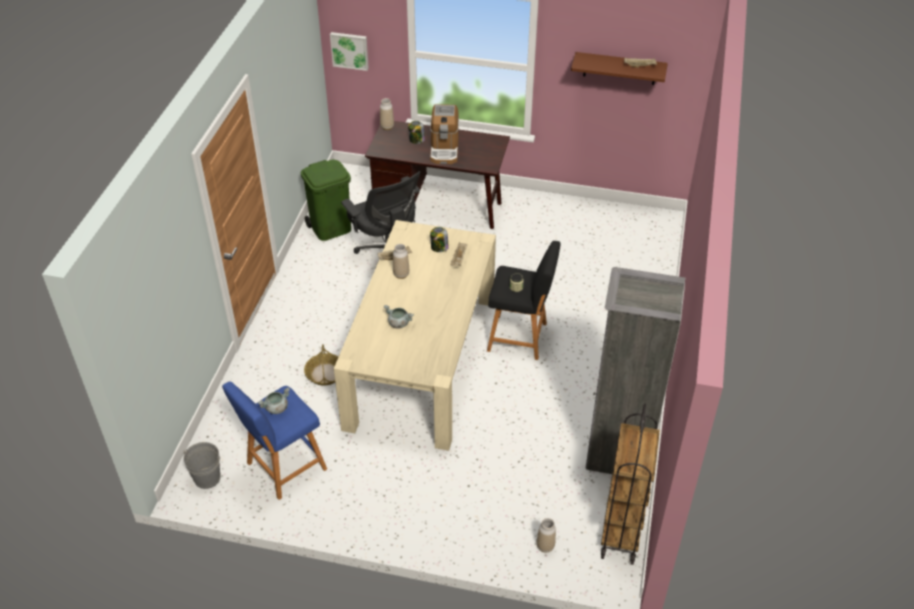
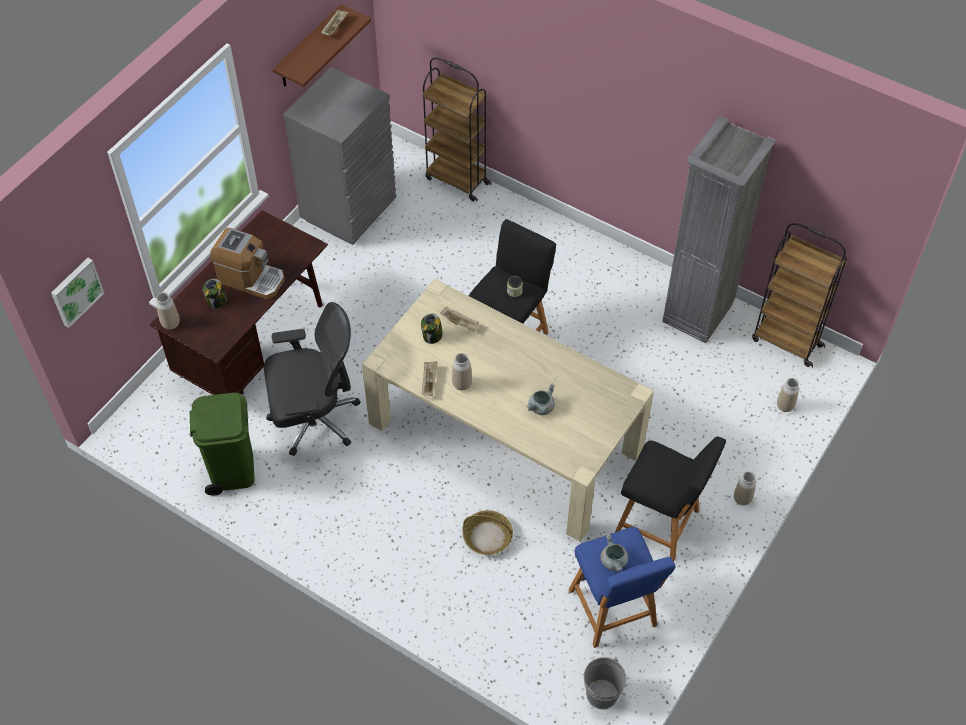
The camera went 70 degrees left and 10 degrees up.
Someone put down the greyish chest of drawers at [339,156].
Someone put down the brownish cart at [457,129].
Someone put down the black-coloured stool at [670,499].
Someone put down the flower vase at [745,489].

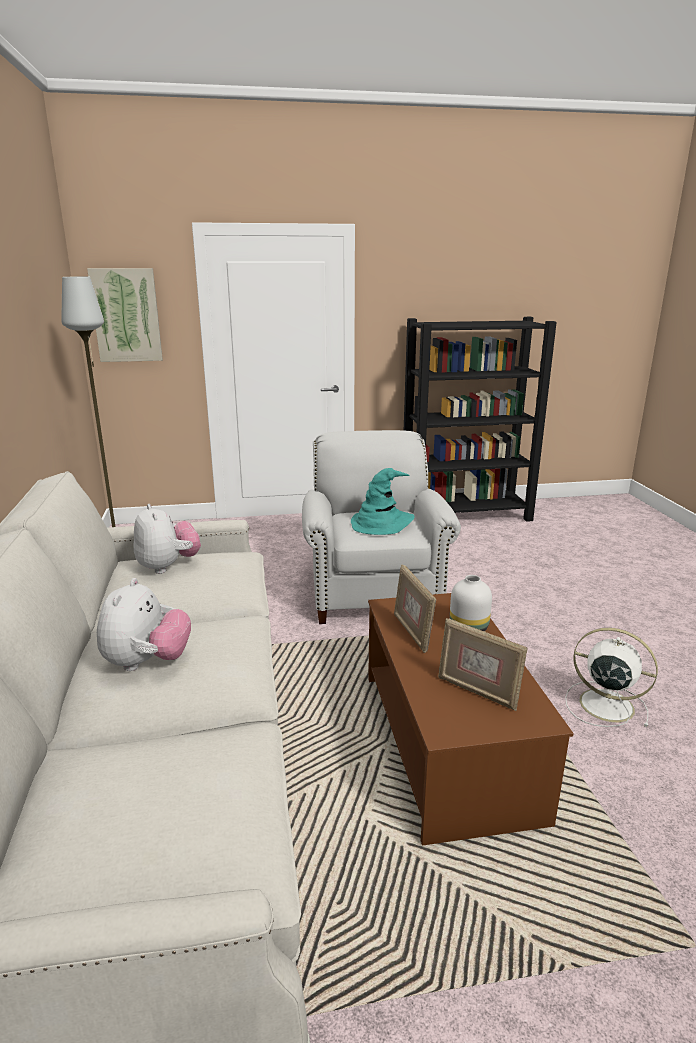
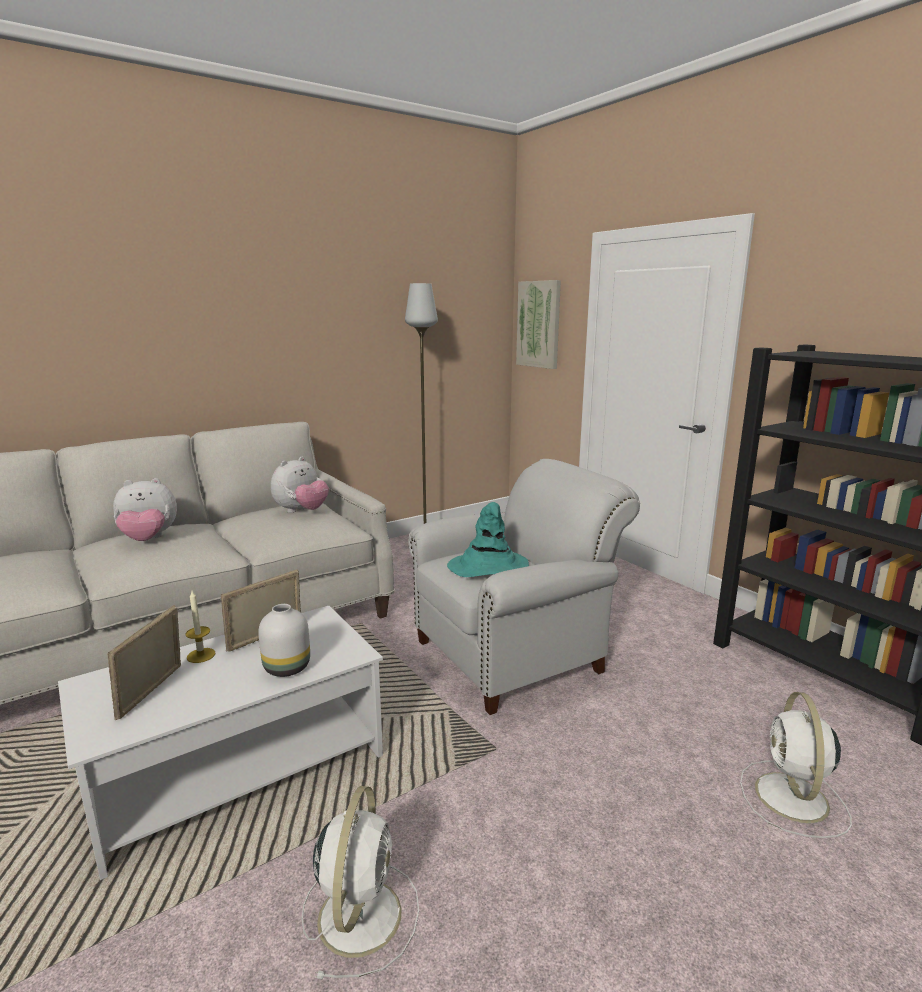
The camera went 65 degrees right and 5 degrees down.
Someone repainted the brownish low table at [471,719], which became the white low table at [220,743].
Someone put down the candle at [200,627].
Someone put down the white cooling fan at [796,765].

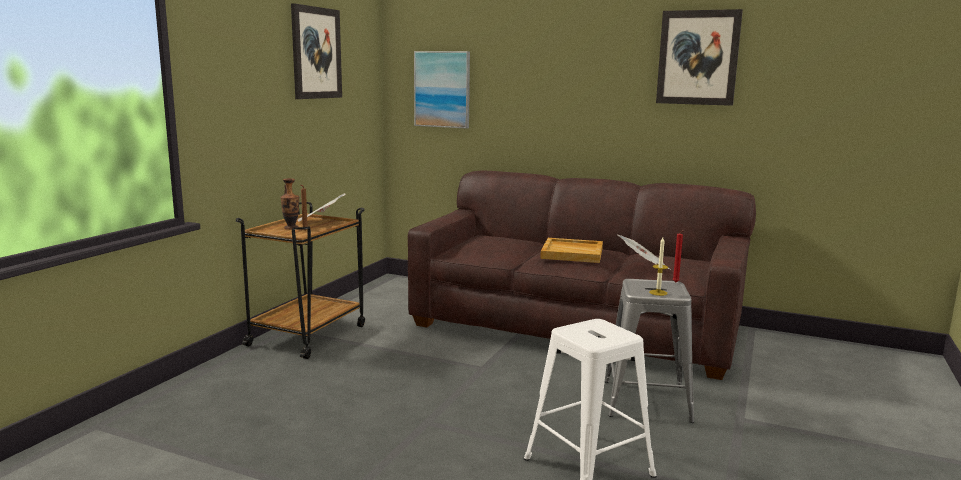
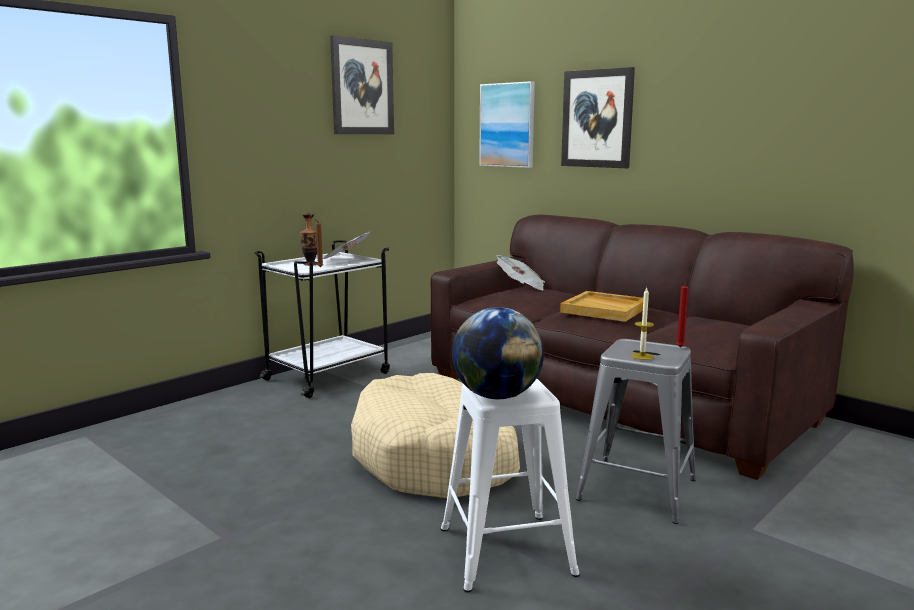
The camera went 20 degrees right and 0 degrees up.
Someone repainted the brownish cart at [300,280], which became the white cart at [322,319].
Someone put down the beige dog cushion at [435,435].
Someone put down the desk globe at [498,353].
Someone carried the daily paper from [643,251] to [521,272].
Someone carried the wall picture from [699,57] to [598,117].

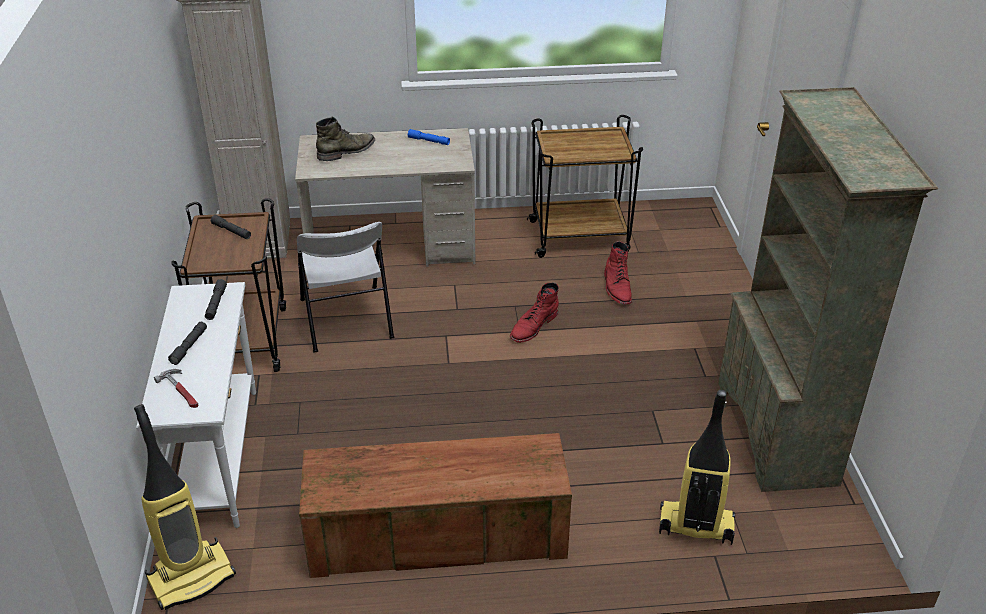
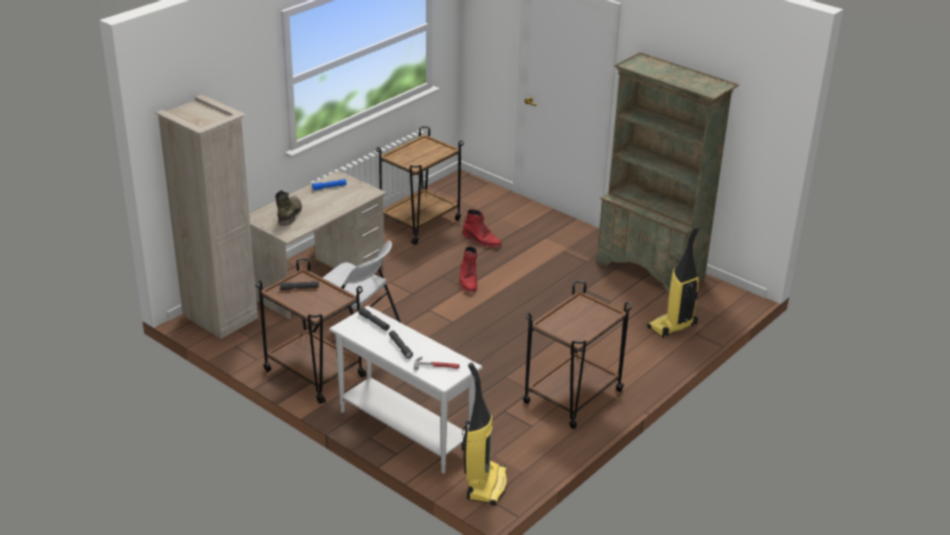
The camera went 45 degrees left and 5 degrees down.
Someone swapped the brownish bench at [435,505] for the brownish cart at [577,354].

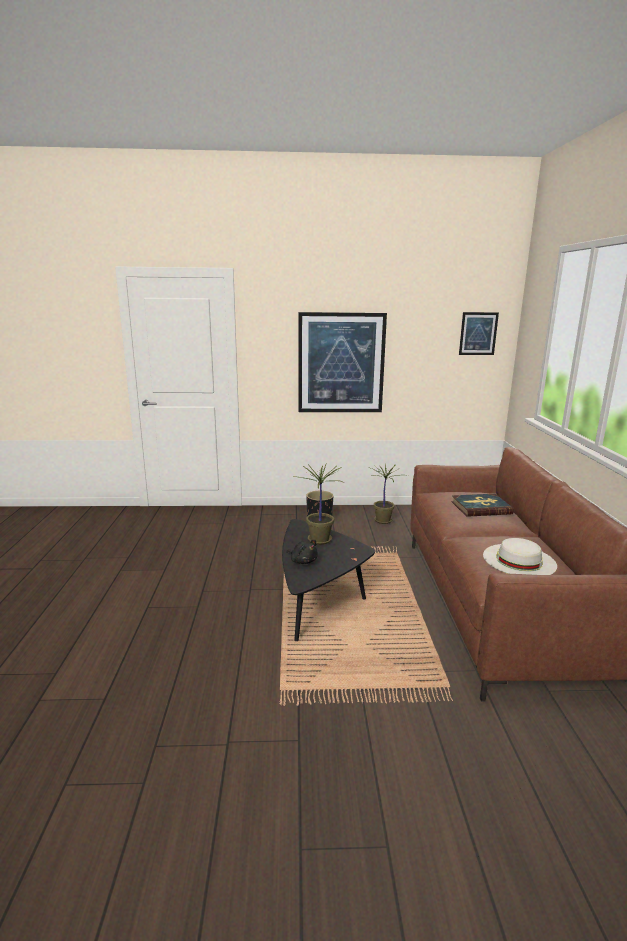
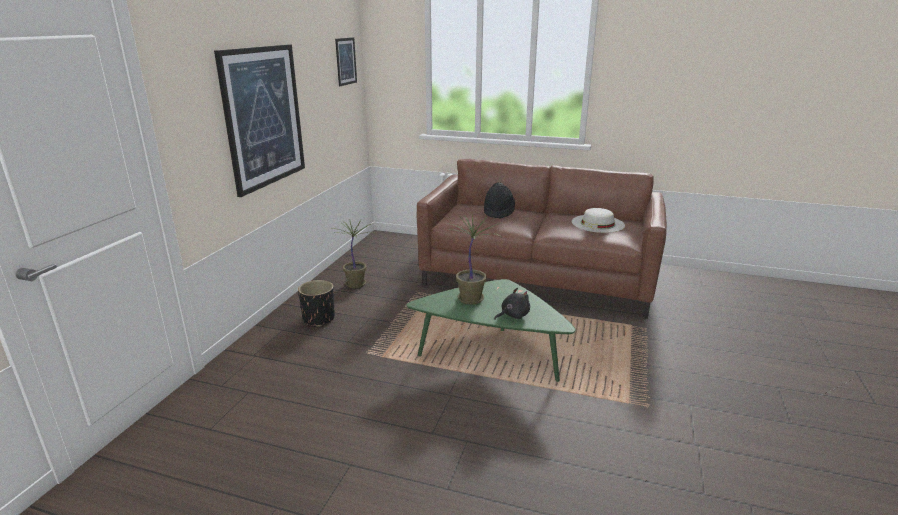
The camera went 70 degrees left and 5 degrees up.
Someone repainted the black-coloured low table at [328,580], which became the greenish low table at [491,330].
Someone swapped the bound book at [482,505] for the black-coloured wearable hat at [499,200].

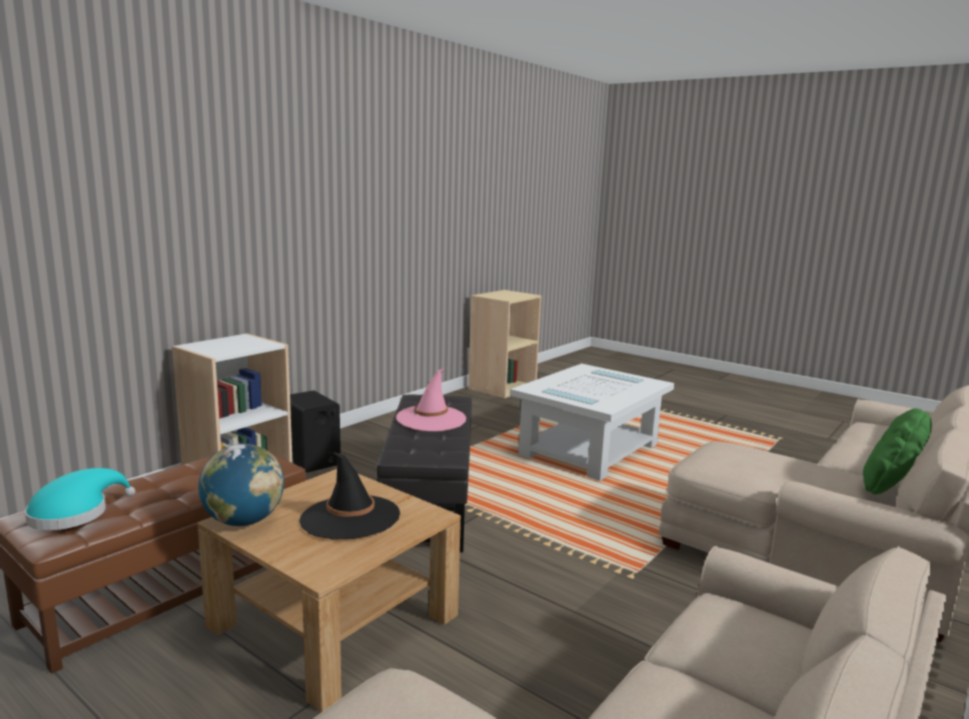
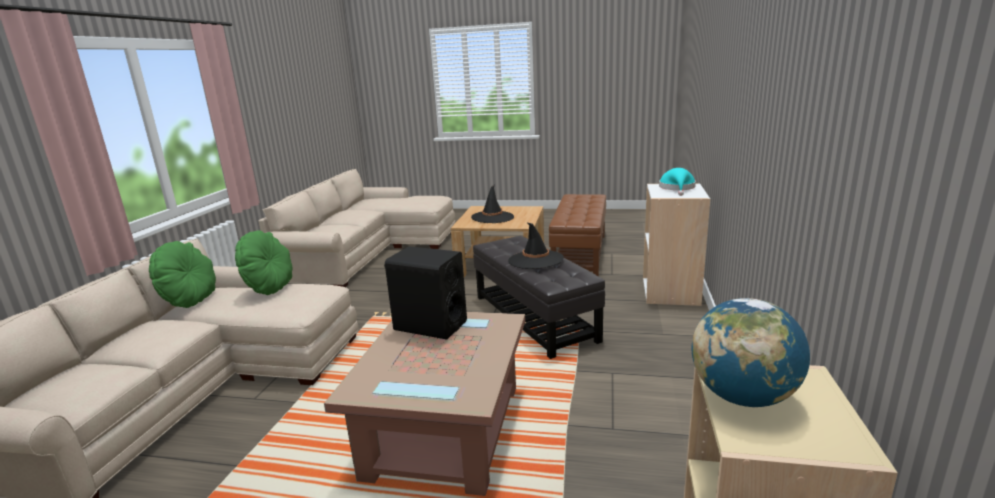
The camera went 155 degrees right and 5 degrees up.
Someone put down the greenish cushion at [263,262].
Someone repainted the white low table at [592,422], which became the brownish low table at [424,404].
Someone carried the black-coloured speaker from [315,432] to [425,292].
Someone repainted the pink-coloured wearable hat at [431,400], which became the black-coloured wearable hat at [536,245].
Someone carried the blue-green wearable hat from [80,499] to [677,182].
Someone carried the desk globe from [241,485] to [751,352].

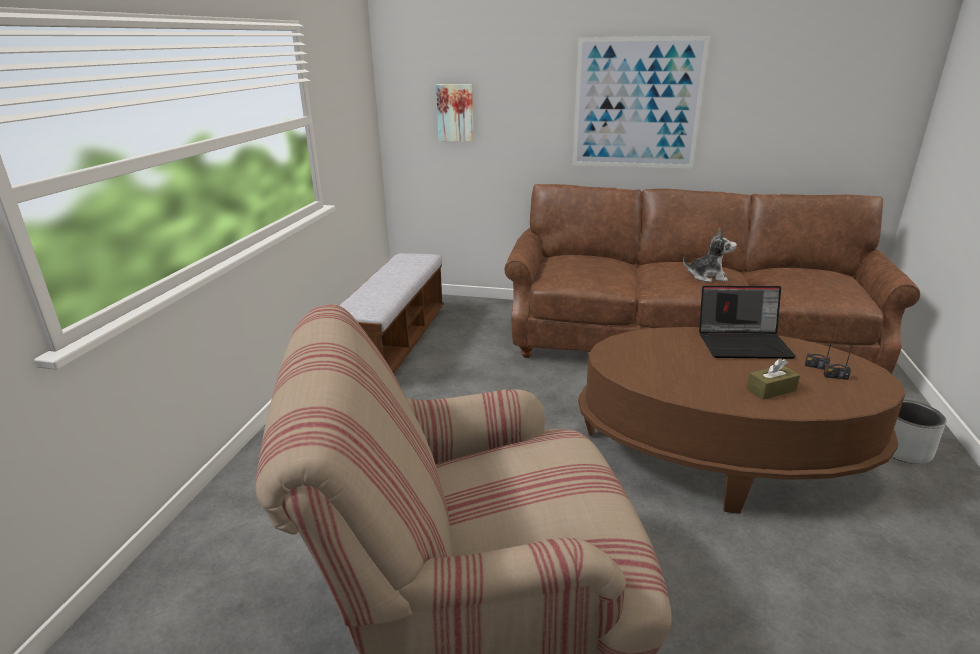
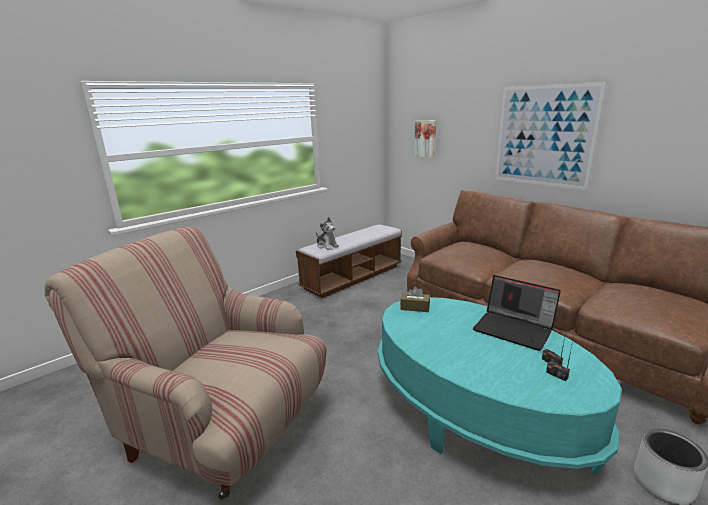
The camera went 35 degrees right and 5 degrees down.
Someone carried the cuddly toy from [710,255] to [327,233].
Someone repainted the brownish low table at [741,420], which became the blue-green low table at [500,386].
Someone carried the brownish box of tissues from [773,379] to [415,299].

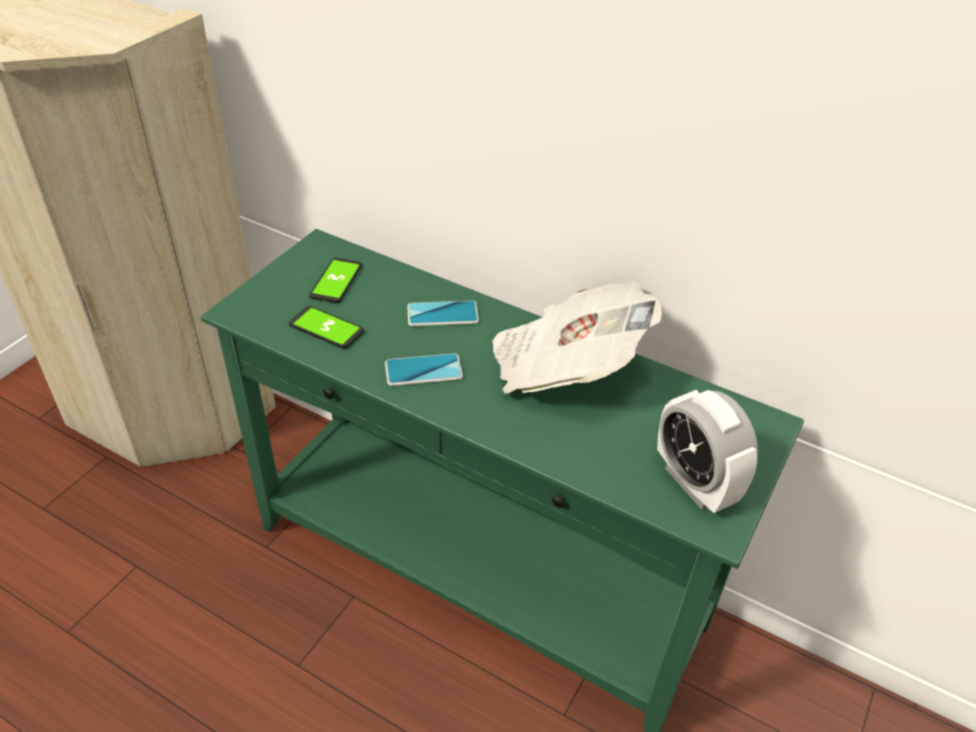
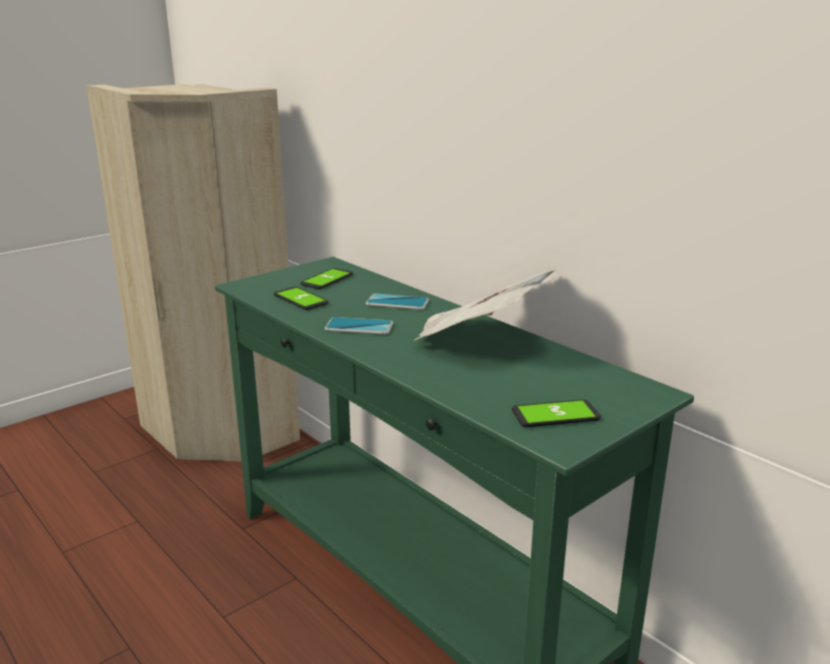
The camera went 20 degrees right and 20 degrees down.
Someone swapped the alarm clock at [707,451] for the handset at [556,413].

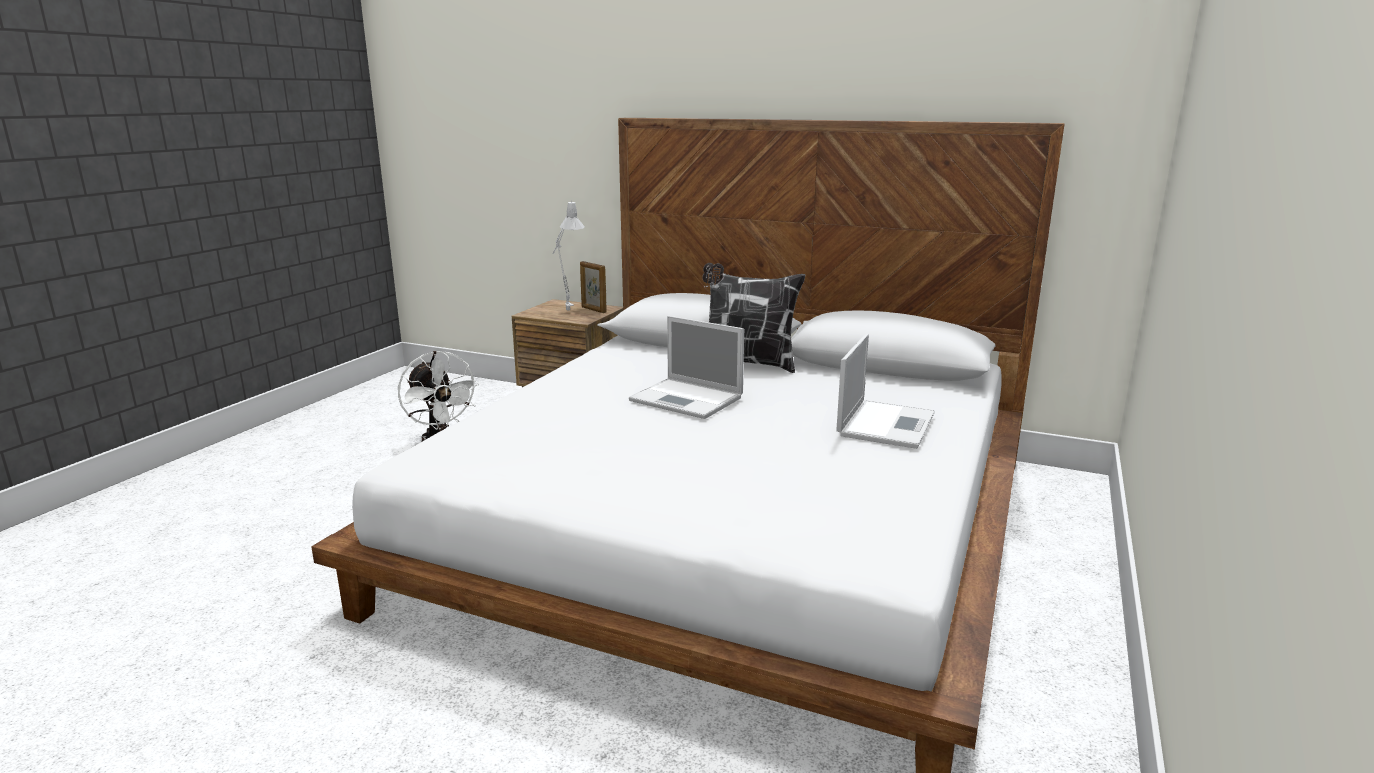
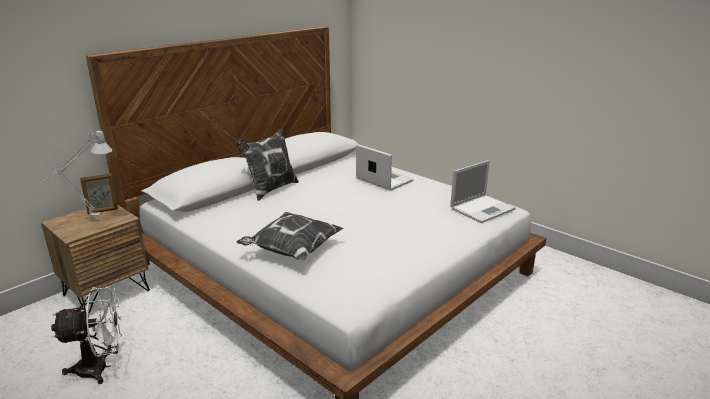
The camera went 70 degrees left and 5 degrees up.
Someone put down the cushion at [290,236].
Someone carried the laptop from [686,367] to [483,191].

